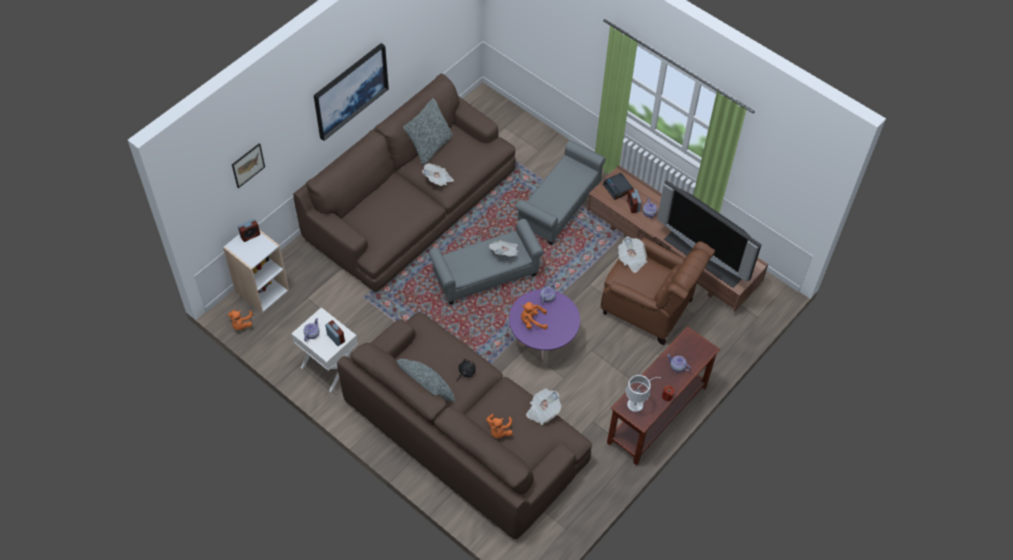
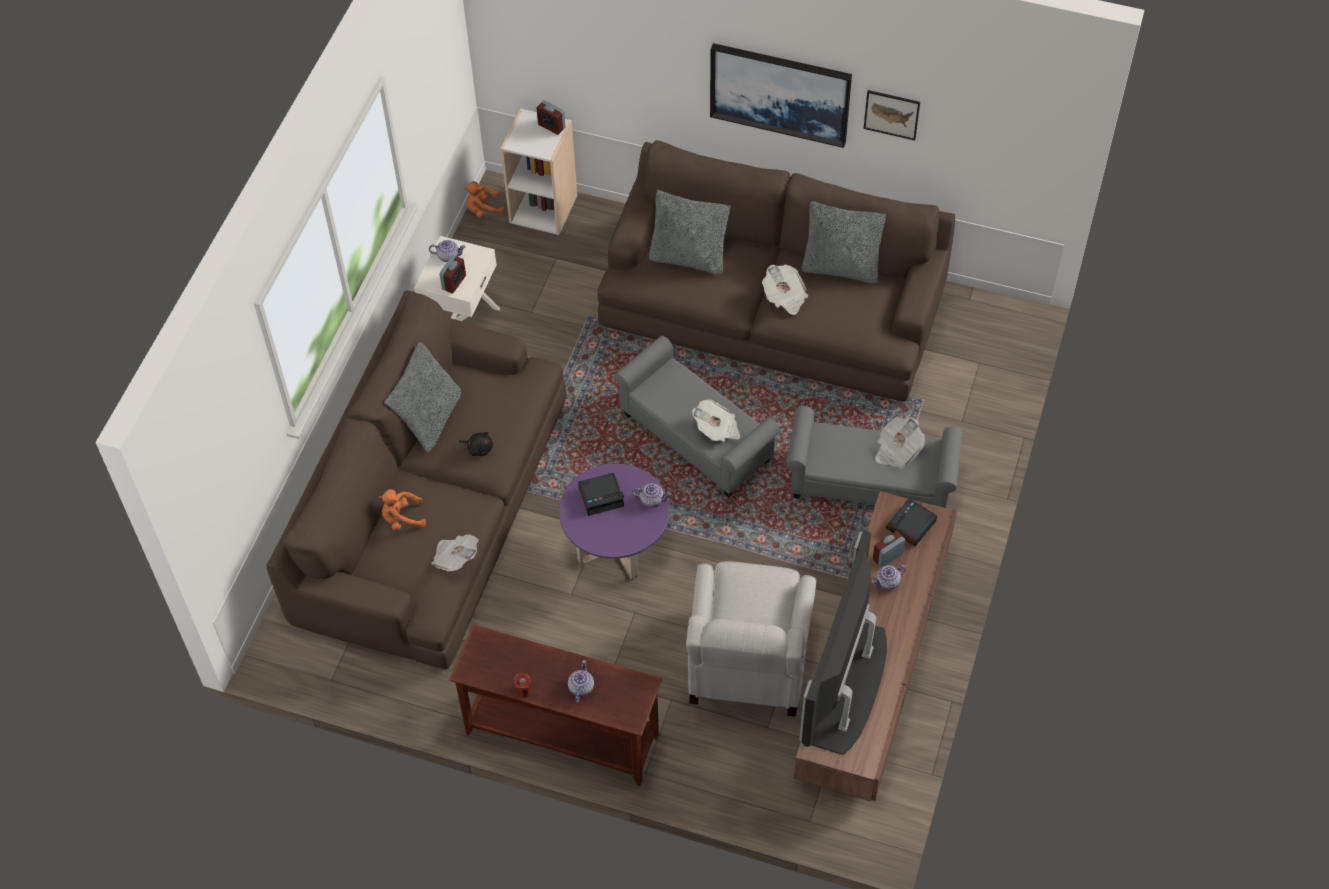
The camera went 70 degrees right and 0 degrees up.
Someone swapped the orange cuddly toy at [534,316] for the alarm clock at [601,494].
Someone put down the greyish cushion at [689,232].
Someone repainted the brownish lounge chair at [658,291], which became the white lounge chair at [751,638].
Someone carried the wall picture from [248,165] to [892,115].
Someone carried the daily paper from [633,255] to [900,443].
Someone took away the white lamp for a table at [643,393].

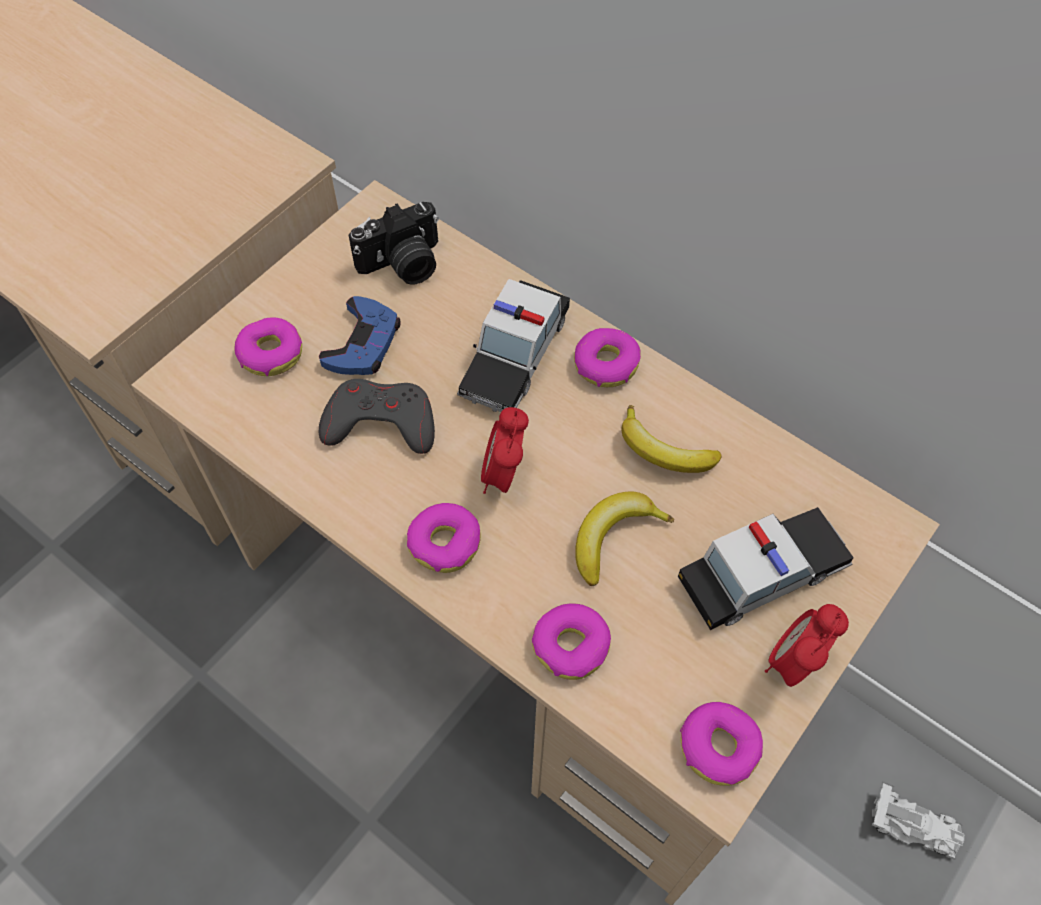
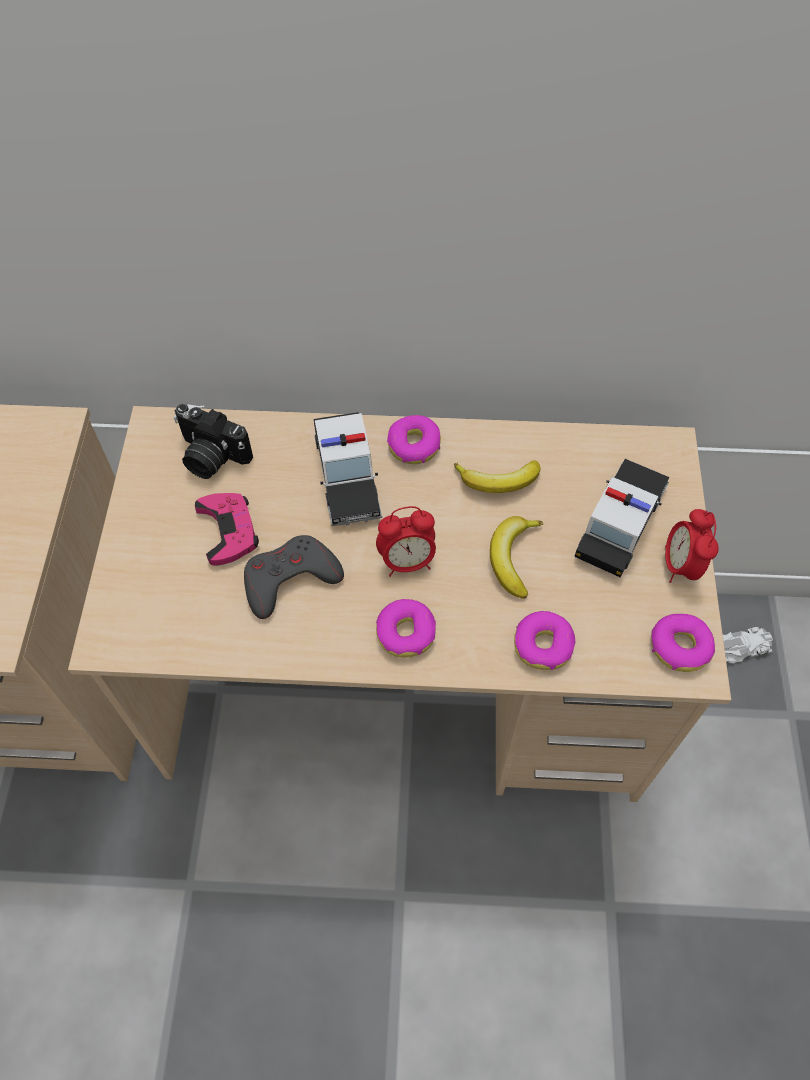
The camera went 35 degrees left and 0 degrees up.
Someone rotated the still camera at [394,243] by 90 degrees clockwise.
Someone repainted the bluish joypad at [360,335], which became the pink-coloured joypad at [227,529].
Someone rotated the alarm clock at [505,450] by 75 degrees counterclockwise.
Someone took away the ring doughnut at [268,346].

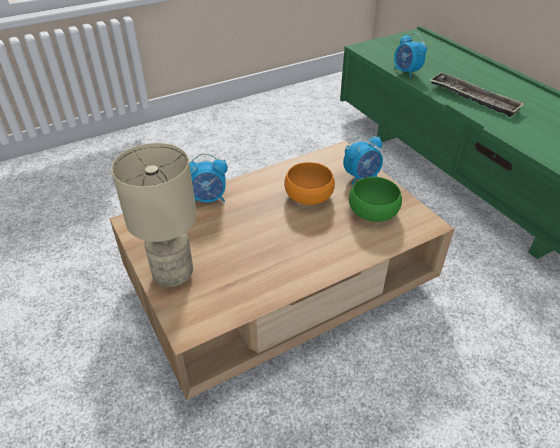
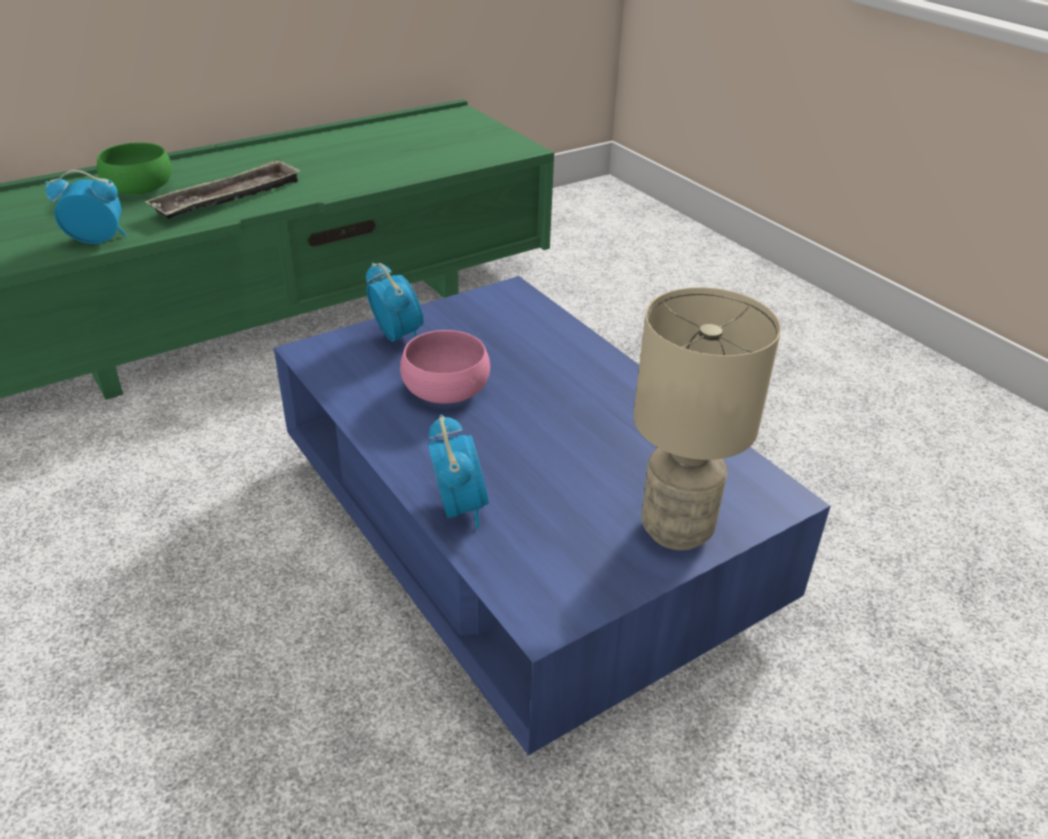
The camera went 95 degrees left and 5 degrees down.
Someone rotated the alarm clock at [410,55] by 150 degrees counterclockwise.
Someone carried the greenish bowl from [375,199] to [134,168].
Someone repainted the brownish low table at [282,270], which became the bluish low table at [552,515].
Someone repainted the orange bowl at [309,183], which became the pink-coloured bowl at [445,367].

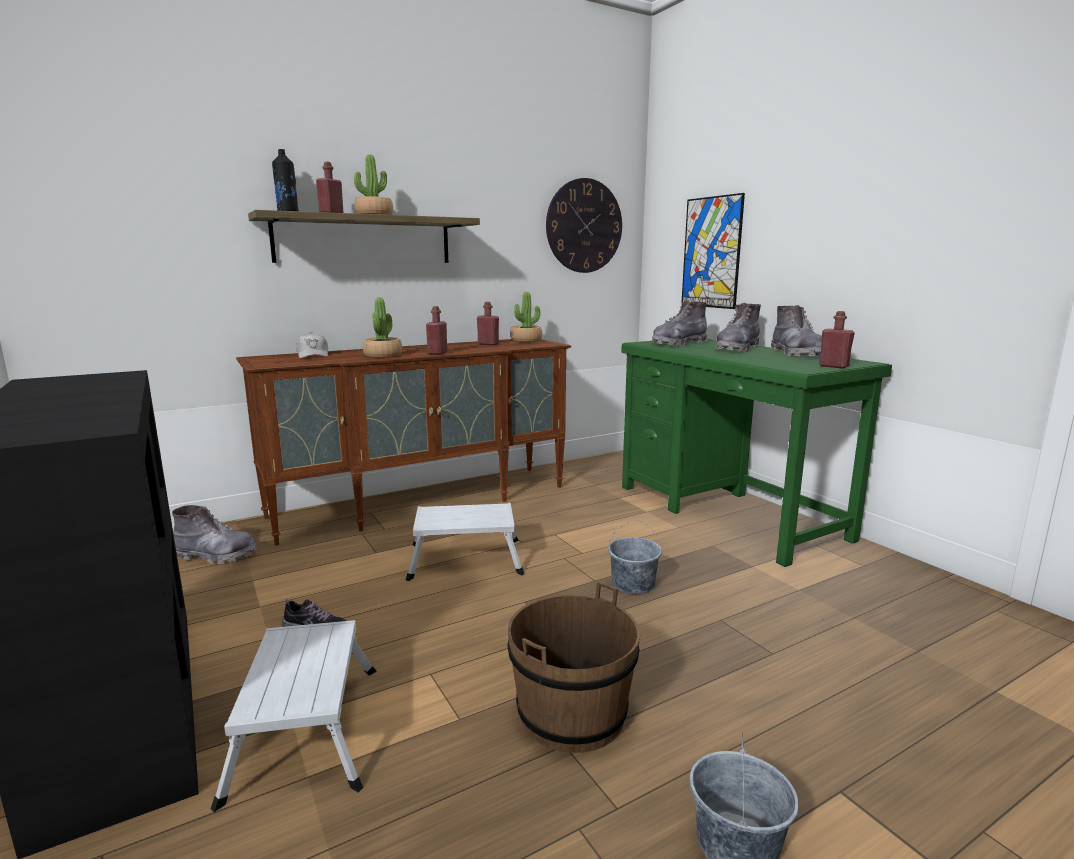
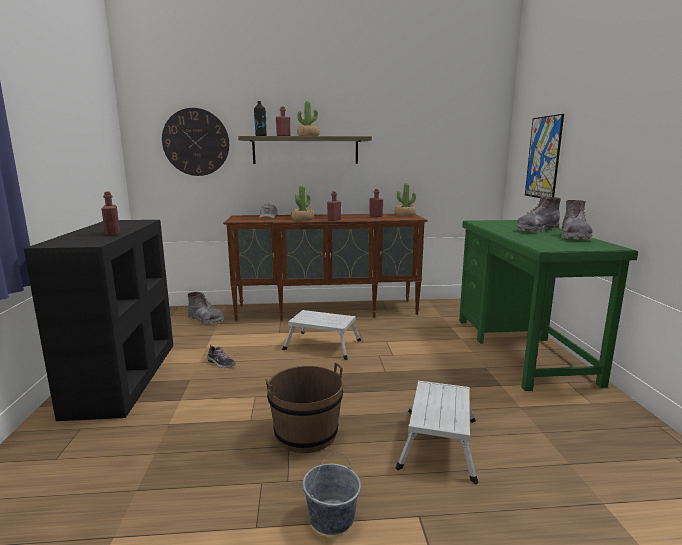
The camera went 25 degrees right and 0 degrees up.
Someone carried the red-coloured drink bottle from [837,340] to [110,213].
Someone carried the hanging clock from [584,225] to [195,142].
Someone carried the white step ladder from [293,716] to [436,432].
Someone took away the greyish bucket at [635,557].
Someone took away the greyish high-top boot at [679,323].

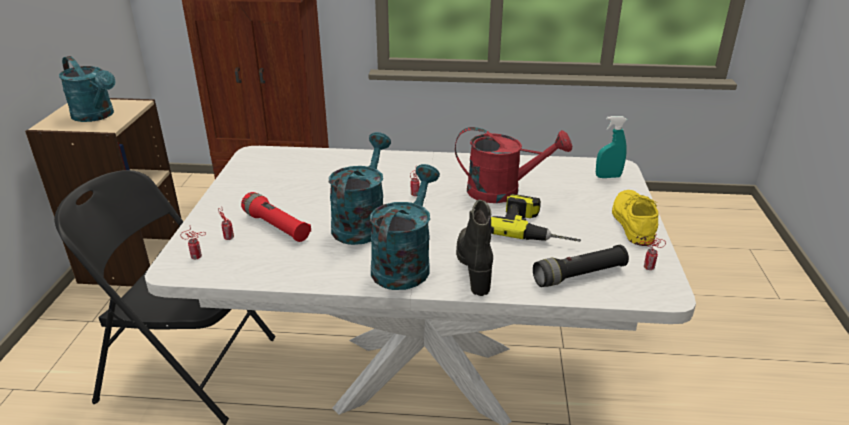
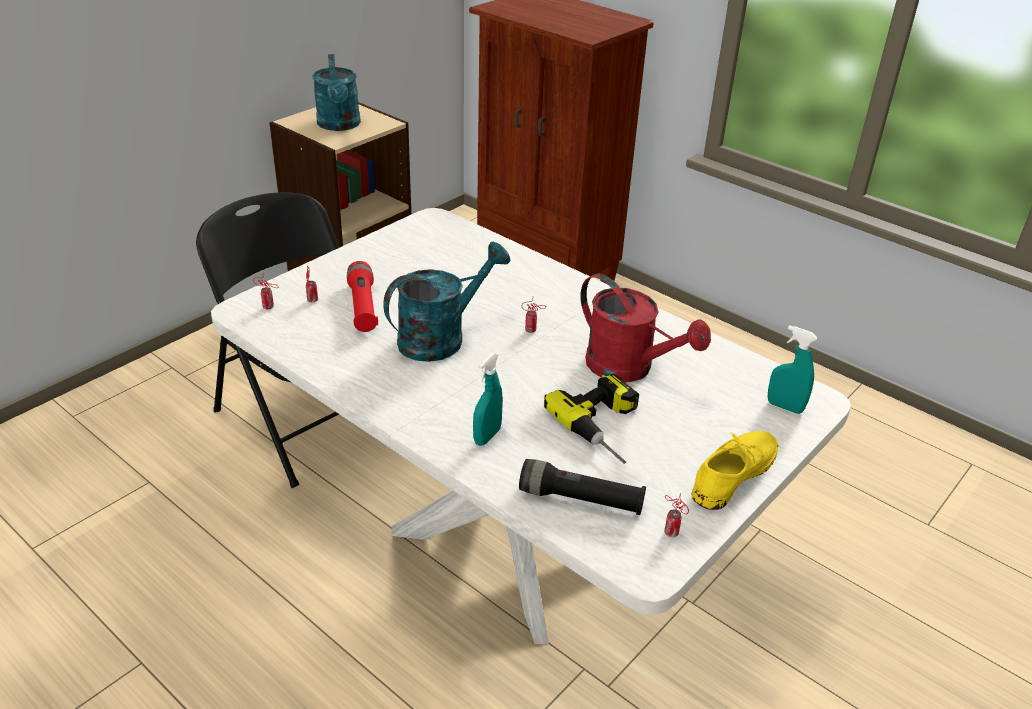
The camera went 35 degrees right and 5 degrees up.
Someone swapped the black-coloured high-top boot at [474,247] for the blue-green hand sprayer at [488,399].
Someone took away the blue-green sprinkling can at [405,227].

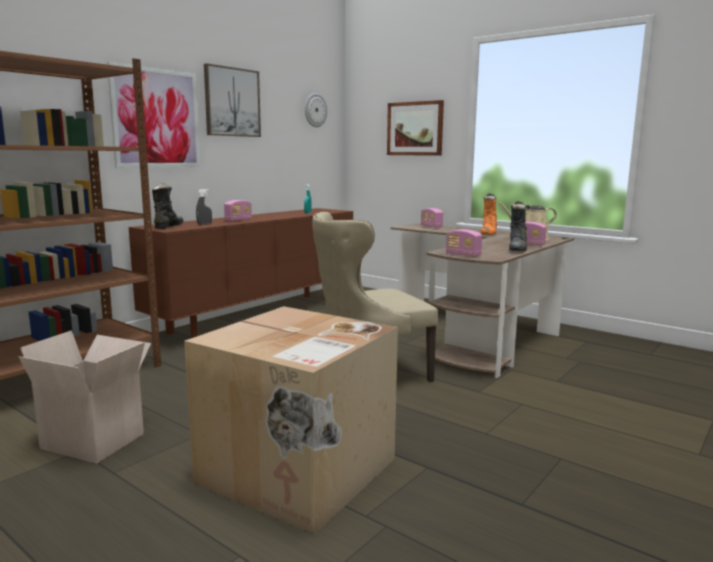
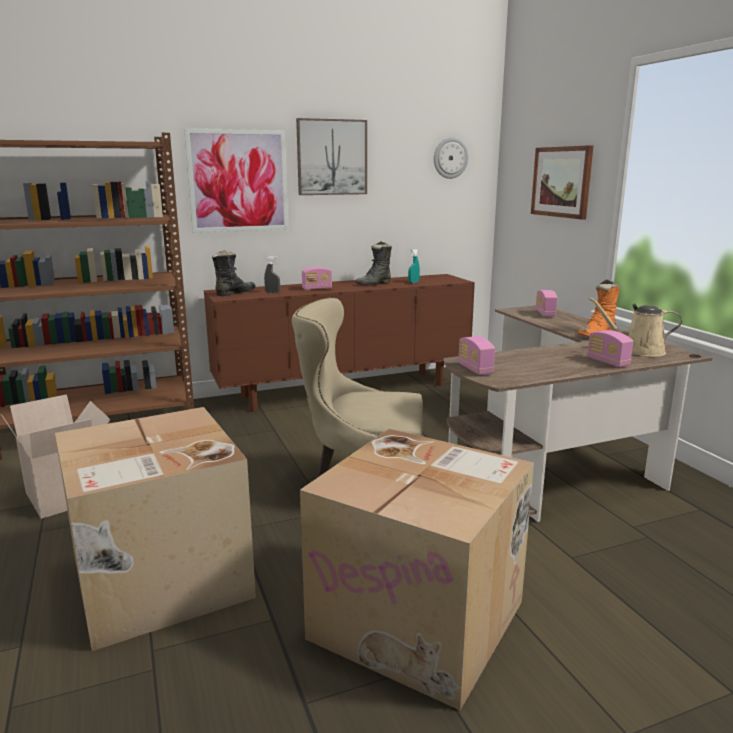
The camera went 30 degrees right and 5 degrees up.
Someone put down the packing box at [417,569].
Someone carried the black-coloured high-top boot from [518,226] to [374,263].

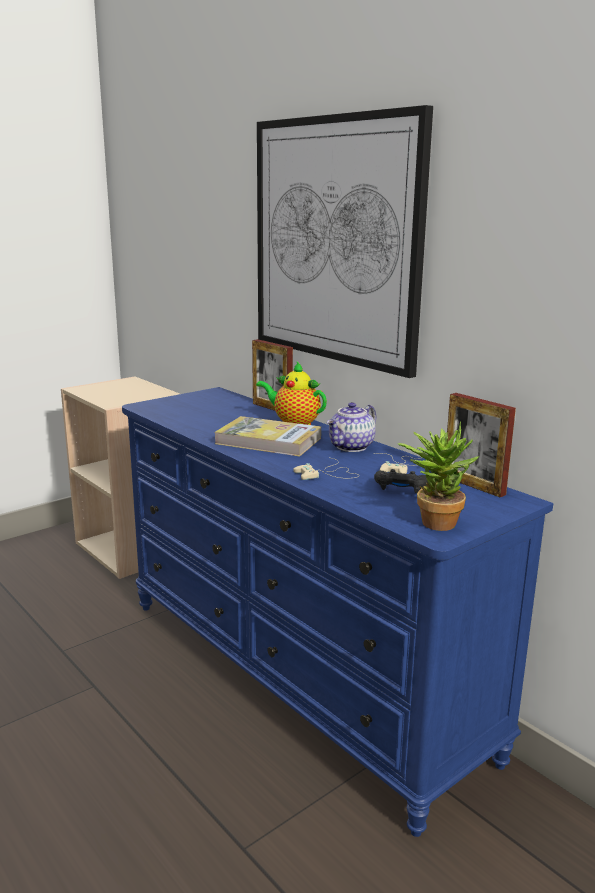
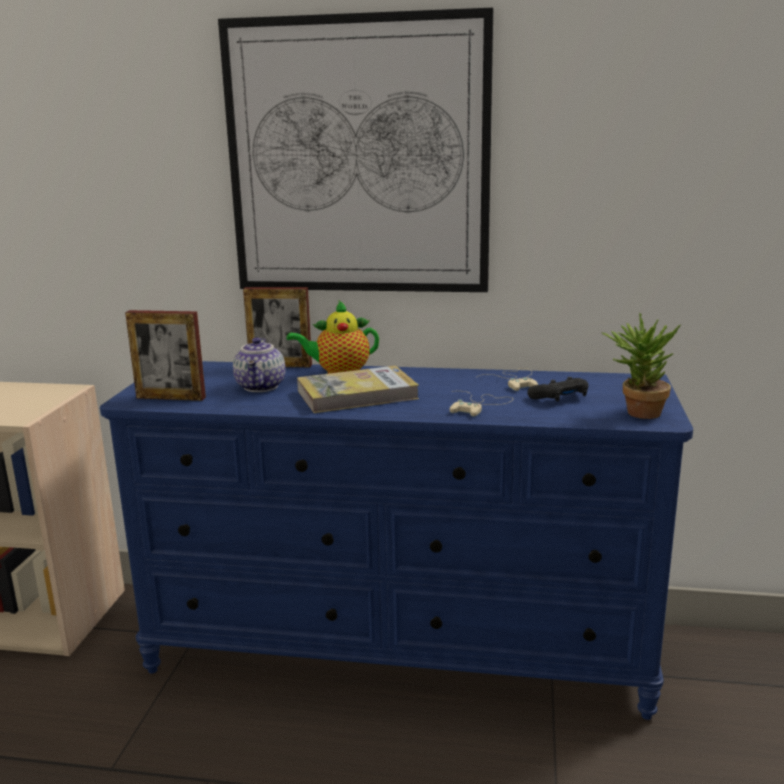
The camera went 40 degrees left and 0 degrees up.
Someone carried the standing frame from [481,445] to [165,355].
Someone carried the tea pot from [351,427] to [259,364].

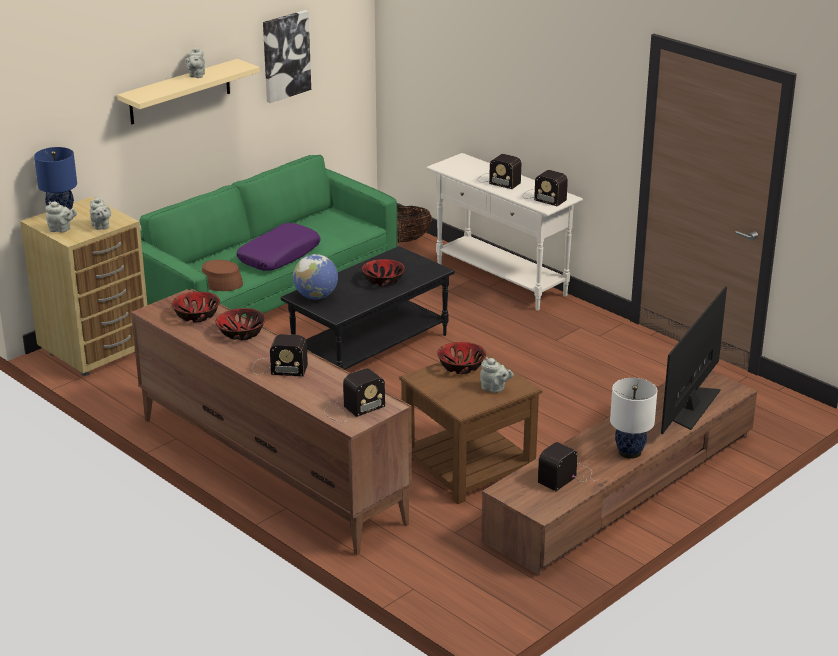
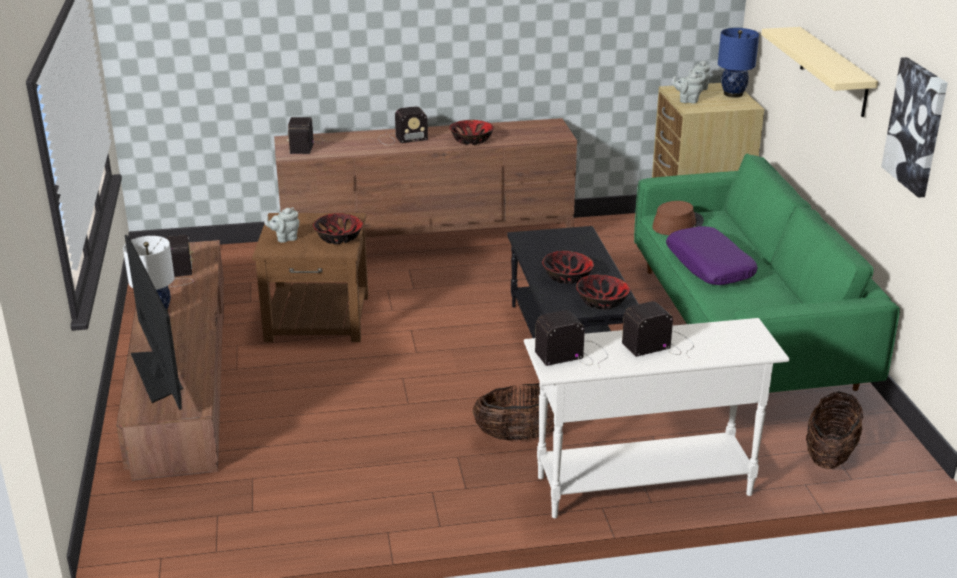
The camera went 125 degrees right and 0 degrees up.
Someone rotated the radio set at [280,355] by 150 degrees counterclockwise.
Someone put down the storage basket at [518,412].
Someone carried the bowl from [196,307] to [603,291].
Someone took away the greyish tea pot at [195,62].
Someone took away the desk globe at [315,277].

